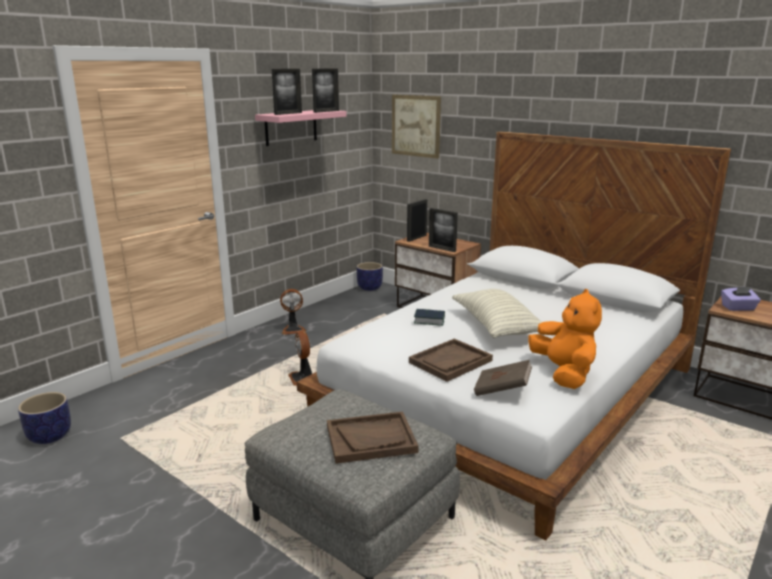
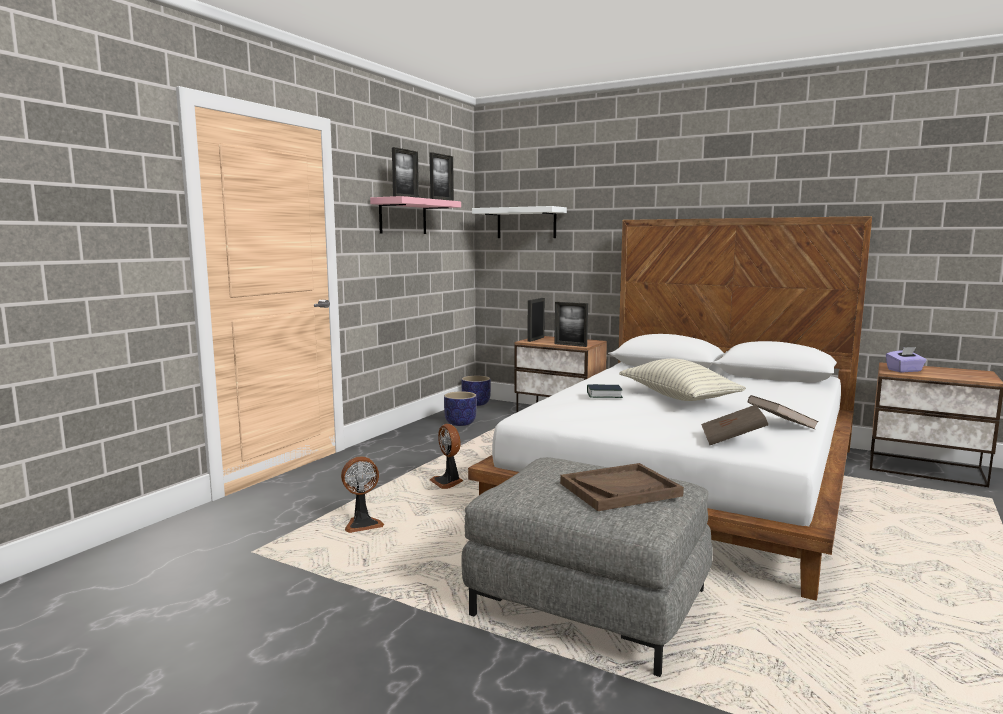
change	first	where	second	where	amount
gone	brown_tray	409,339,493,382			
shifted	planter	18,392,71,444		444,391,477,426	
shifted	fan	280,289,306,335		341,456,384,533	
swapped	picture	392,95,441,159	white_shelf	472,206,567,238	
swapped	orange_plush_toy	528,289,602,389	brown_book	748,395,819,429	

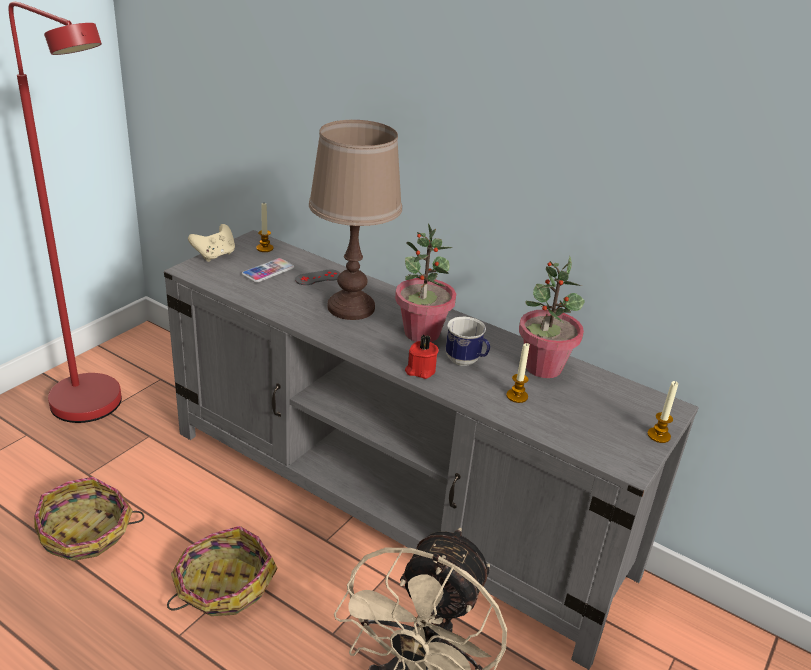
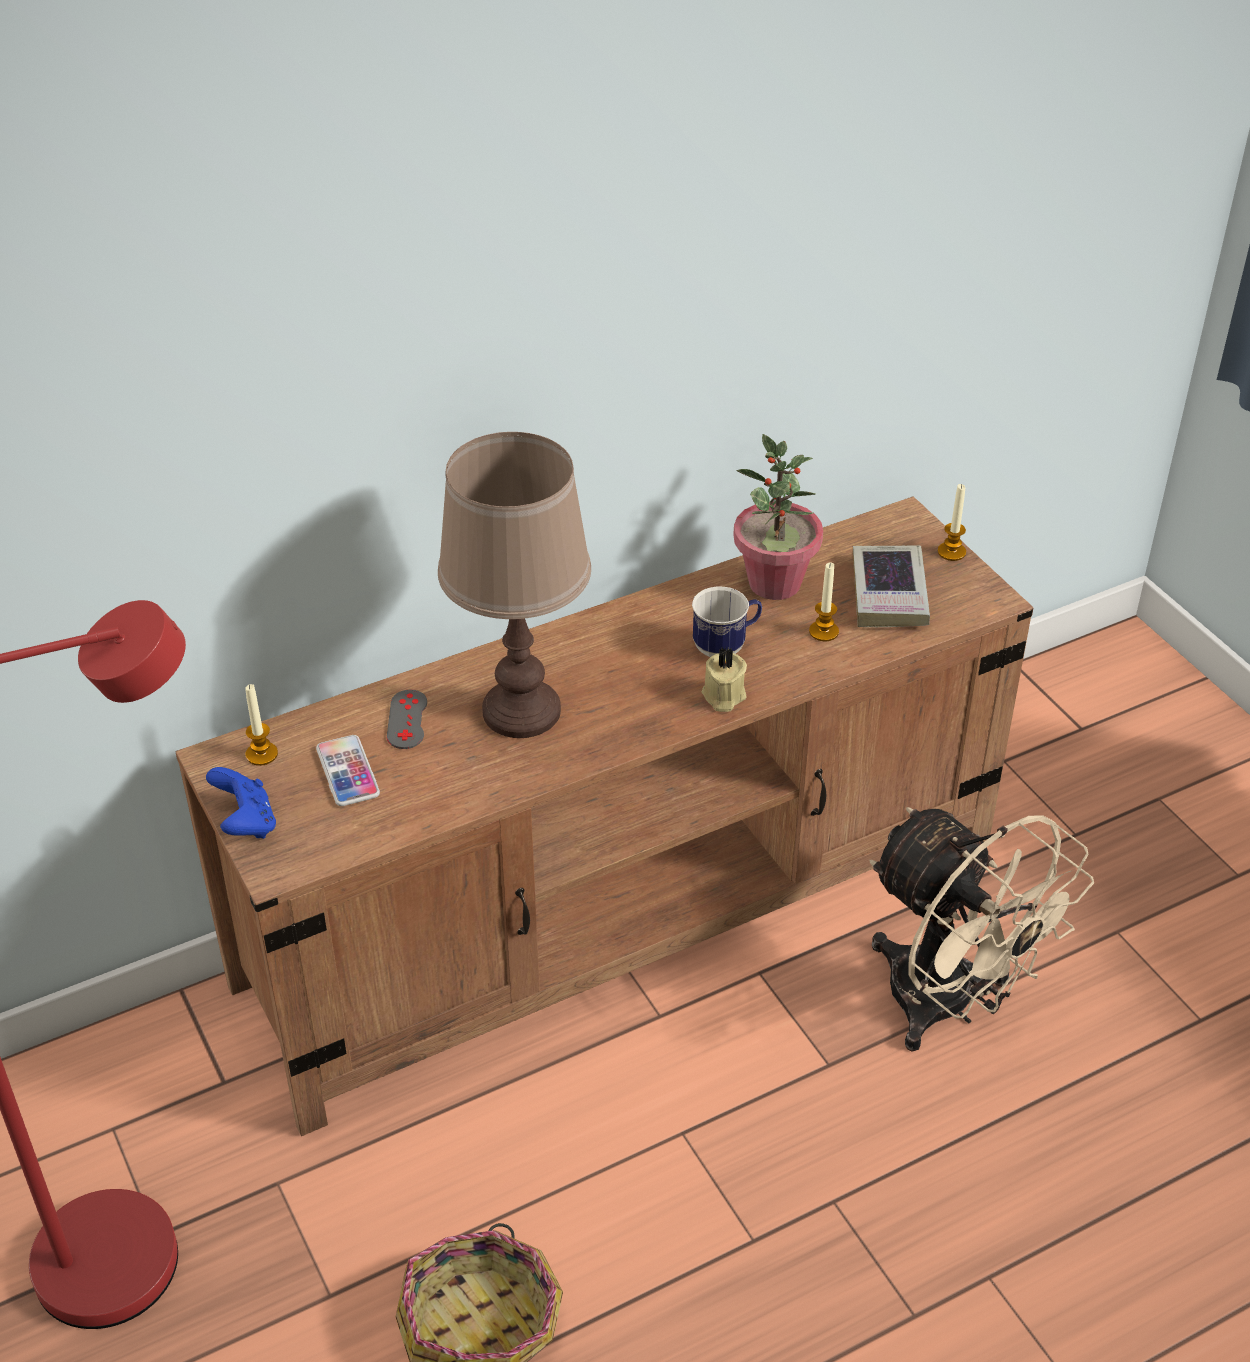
change	first	where	second	where	amount
gone	basket	167,526,278,616			
gone	potted_plant	395,223,456,342			
new			book	853,545,930,627	
repainted	grey_tv_stand	164,230,698,670	brown_tv_stand	176,496,1033,1136	
repainted	beige_game_controller	188,224,235,262	blue_game_controller	206,767,276,839	
repainted	red_candle	405,335,439,379	beige_candle	702,647,747,712	

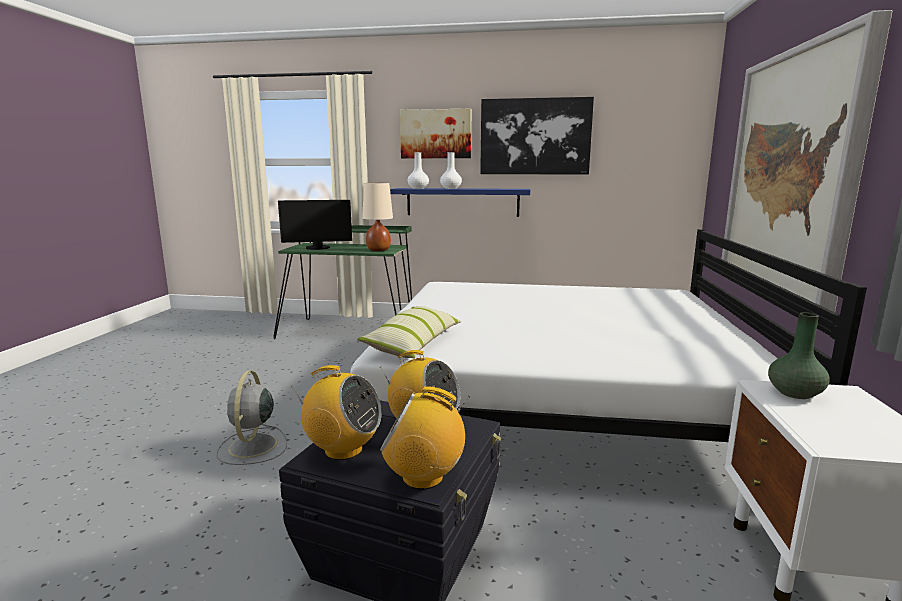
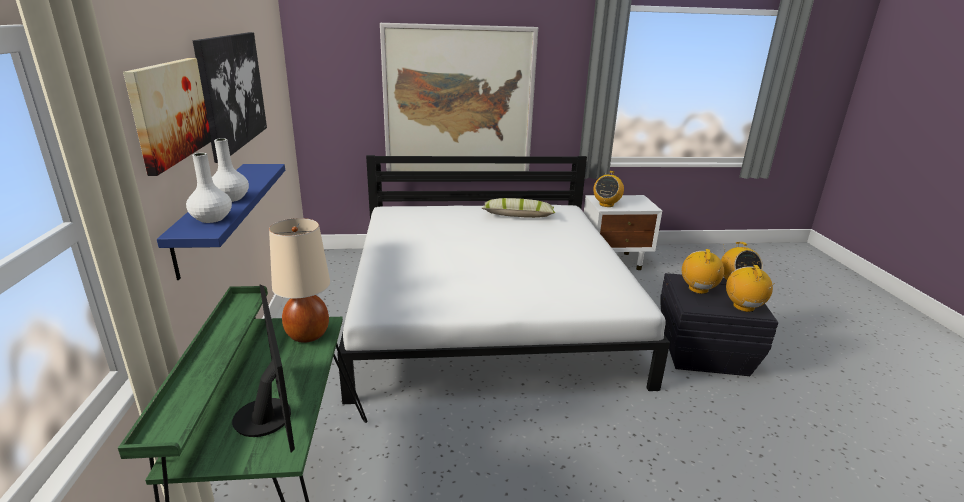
change	first	where	second	where	amount
gone	grey_fan	216,371,287,465			
shifted	pillow	357,306,461,358		482,198,555,218	
swapped	green_vase	768,312,830,399	radio	593,171,624,207	

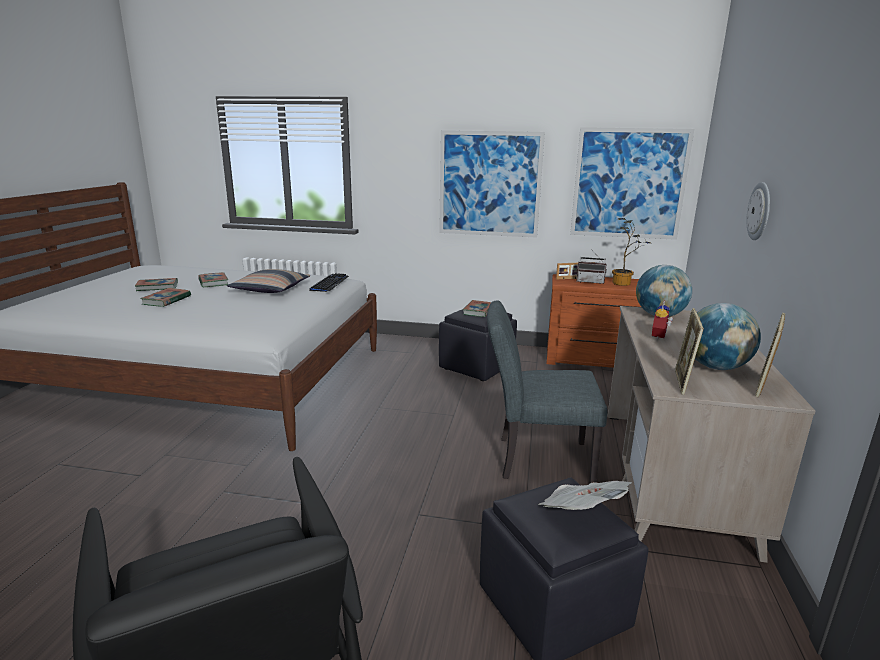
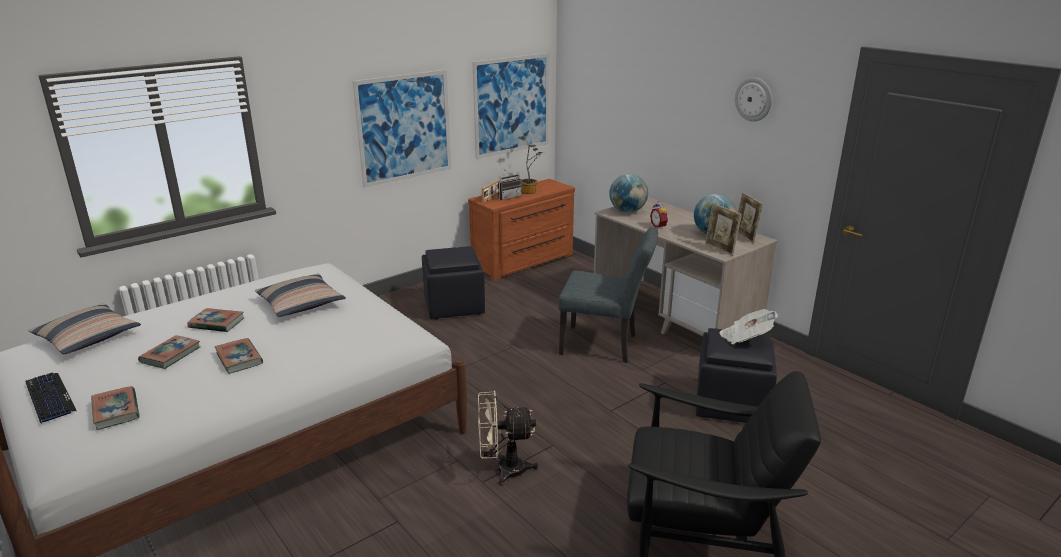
change	first	where	second	where	amount
new			pillow	28,303,141,354	
new			beige_fan	478,390,538,486	
shifted	keyboard	309,273,349,292		25,372,77,424	
shifted	book	463,300,491,317		91,386,139,430	
shifted	wall_clock	747,182,770,240		735,77,772,122	
rotated	grey_chair	487,300,608,483		558,227,658,363	120 degrees counterclockwise

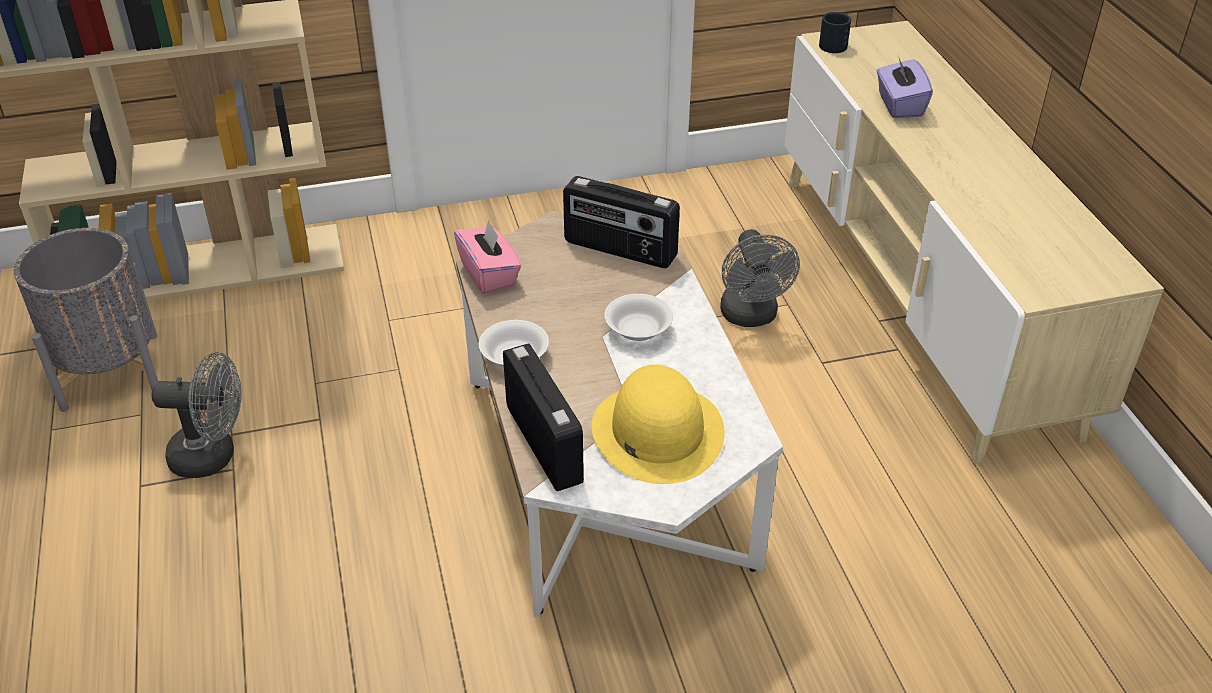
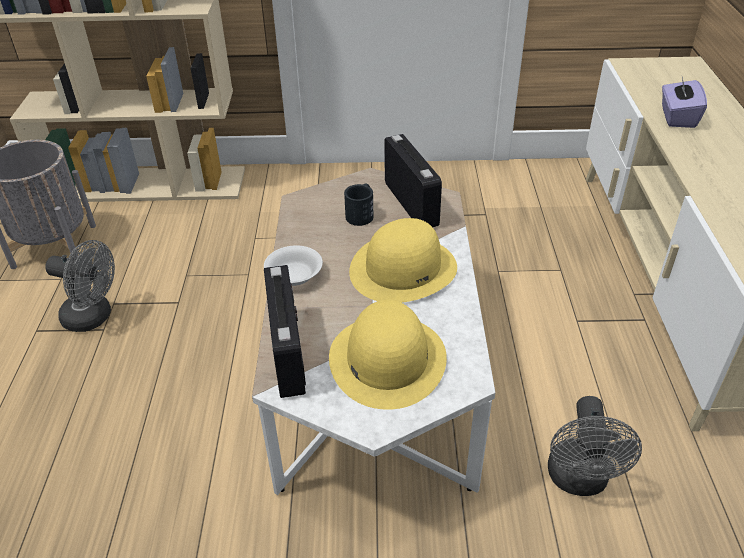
change	first	where	second	where	amount
gone	pink_tissue_box	454,220,521,294			
shifted	grey_fan	720,229,800,327		548,396,642,496	
shifted	black_mug	819,12,851,53		344,184,374,226	
swapped	white_bowl	604,294,673,341	yellow_hat	349,218,457,303	
rotated	radio	563,176,680,268		384,134,442,227	150 degrees counterclockwise

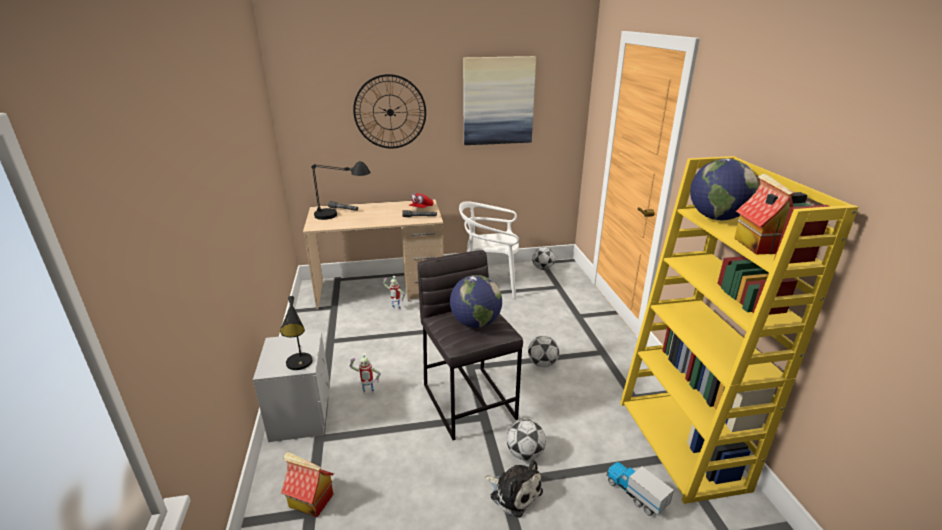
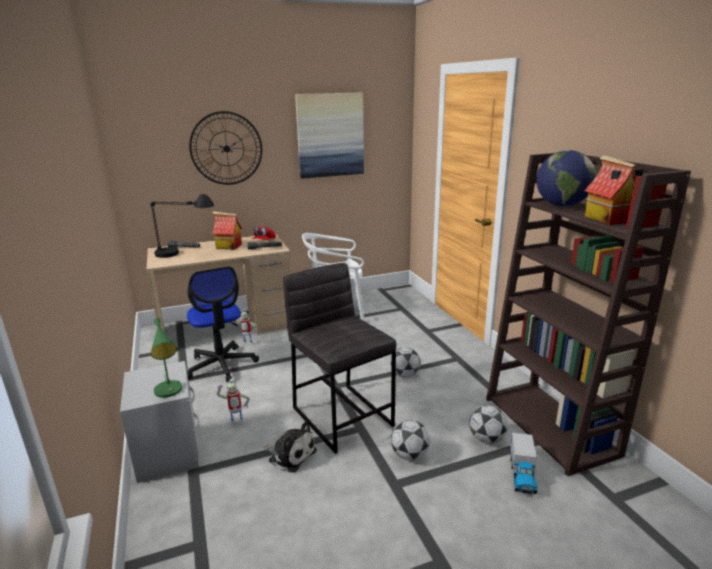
change	first	where	second	where	amount
gone	globe	450,275,502,328			
new			office_chair	187,266,259,382	
shifted	toy_house	281,452,334,517		212,211,242,249	
shifted	plush_toy	485,460,543,518		264,422,317,473	
shifted	football	532,247,555,270		469,405,508,444	
repainted	black_table_lamp	280,296,313,370	green_table_lamp	151,318,182,398	
repainted	yellow_bookcase	620,156,859,504	brown_bookcase	486,153,691,476	
rotated	toy_truck	607,462,674,516		510,433,538,494	120 degrees counterclockwise

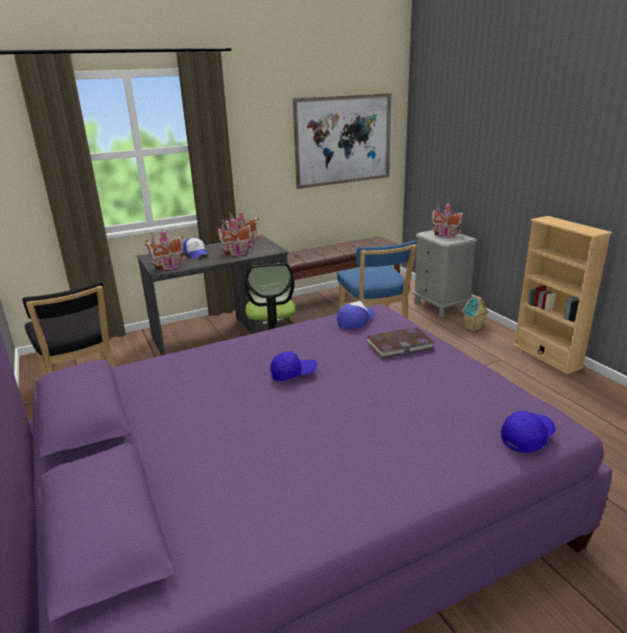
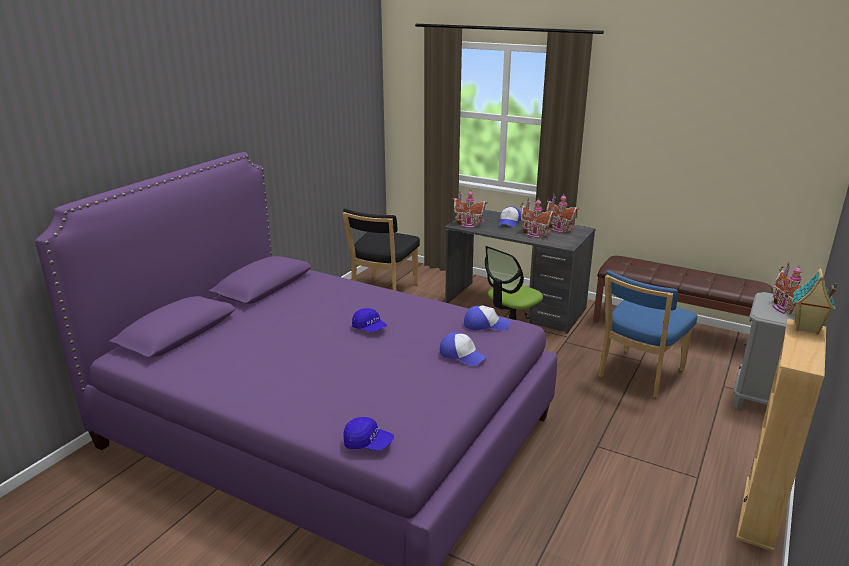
change	first	where	second	where	amount
gone	picture	293,93,391,189			
shifted	toy_house	462,294,489,332		793,268,838,335	
swapped	book	367,328,435,358	cap	440,332,487,366	

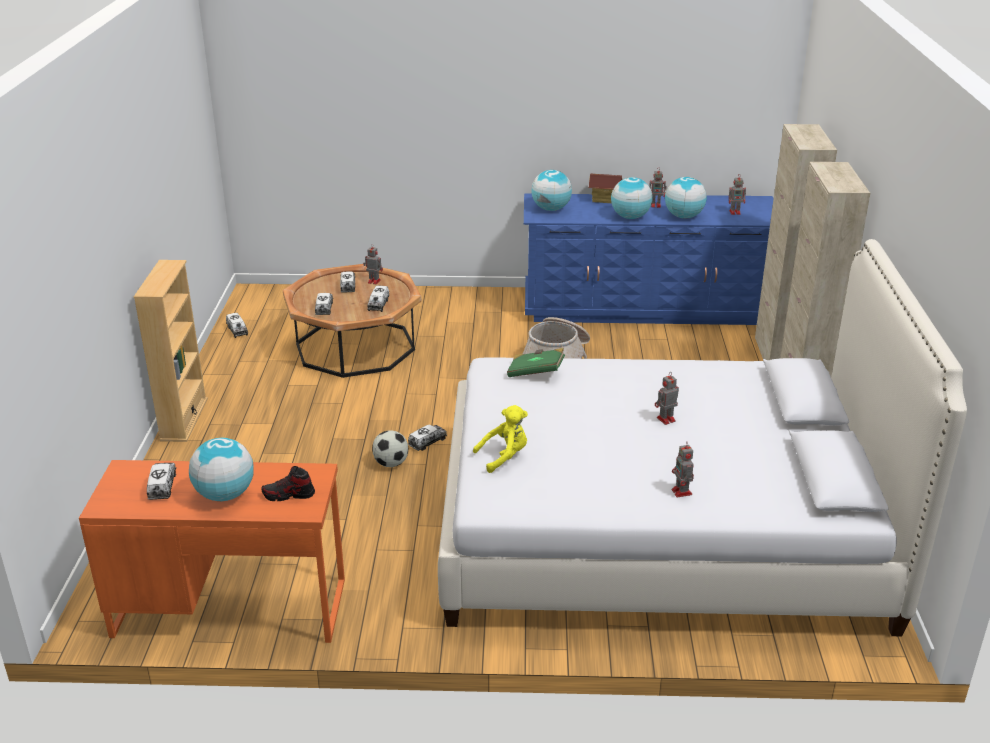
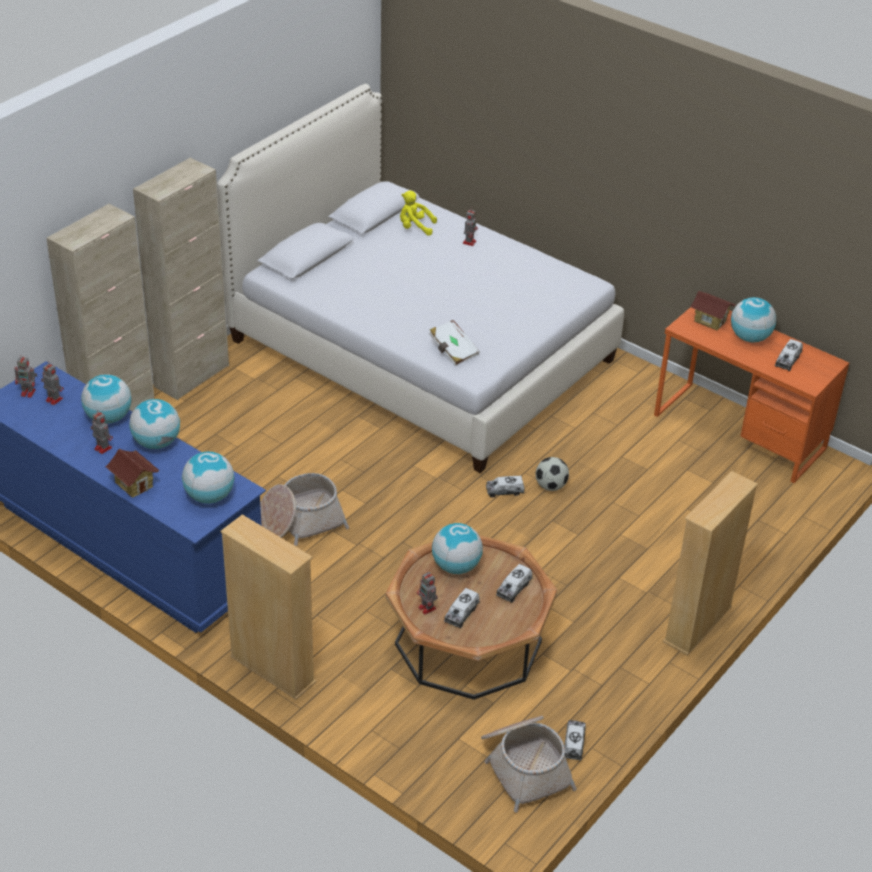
change	first	where	second	where	amount
new			beige_bookcase	220,514,316,700	
new			basket	481,716,577,812	
shifted	yellow_plush_toy	473,405,528,473		400,191,437,236	
shifted	toy_robot	655,373,679,425		14,357,37,398	
swapped	shoe	261,466,315,501	toy_house	690,291,736,331	
swapped	toy_truck	367,286,390,312	globe	432,523,483,574	
repainted	green_book	507,348,565,377	white_book	429,320,480,366	

